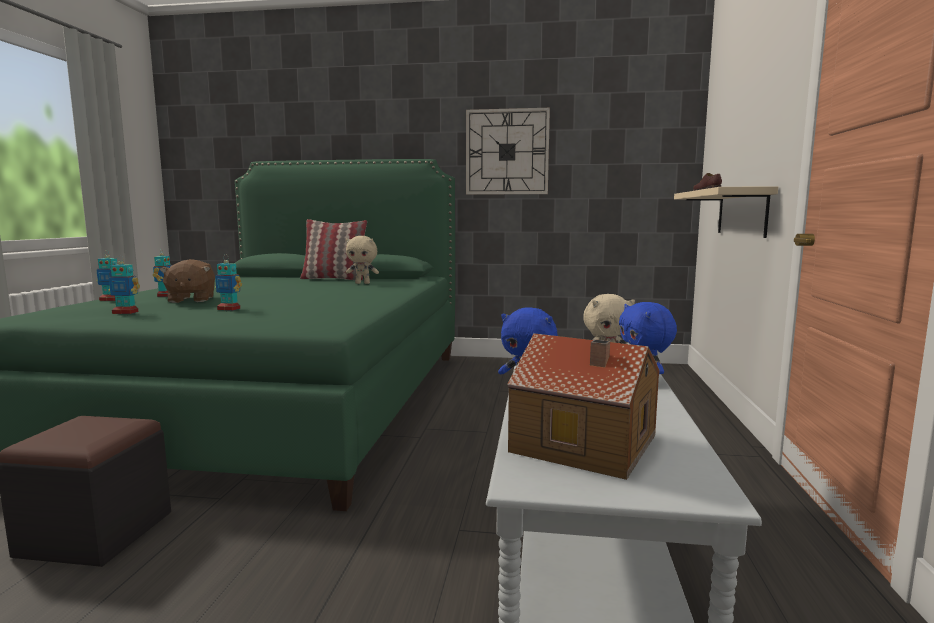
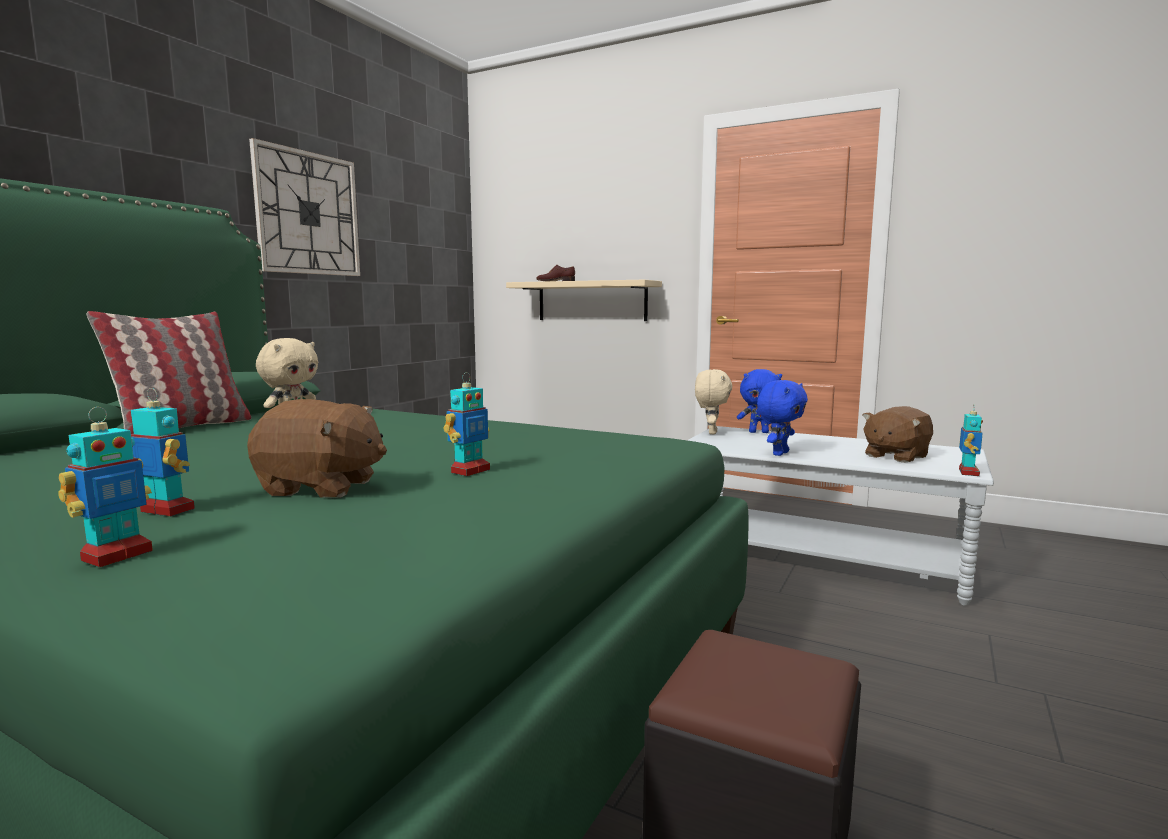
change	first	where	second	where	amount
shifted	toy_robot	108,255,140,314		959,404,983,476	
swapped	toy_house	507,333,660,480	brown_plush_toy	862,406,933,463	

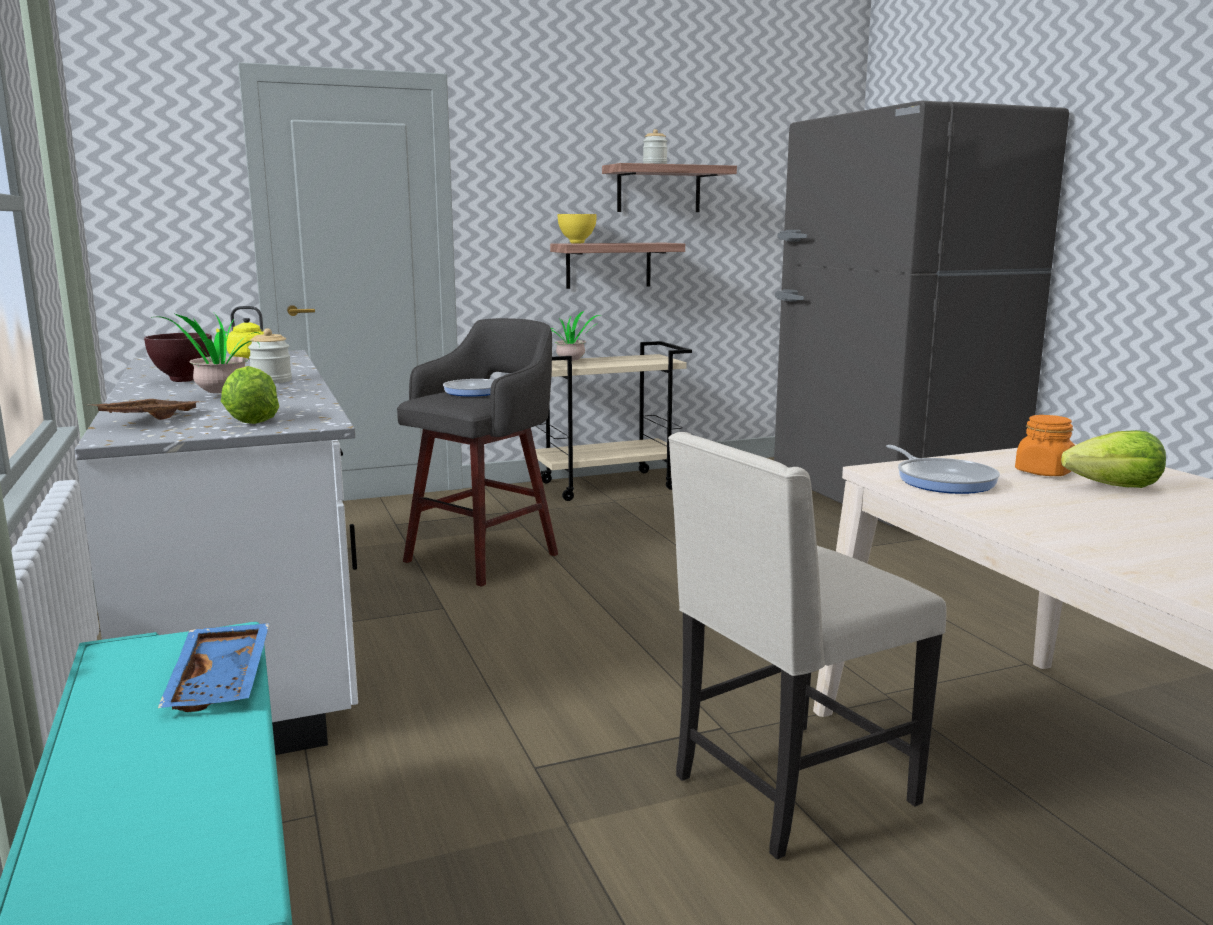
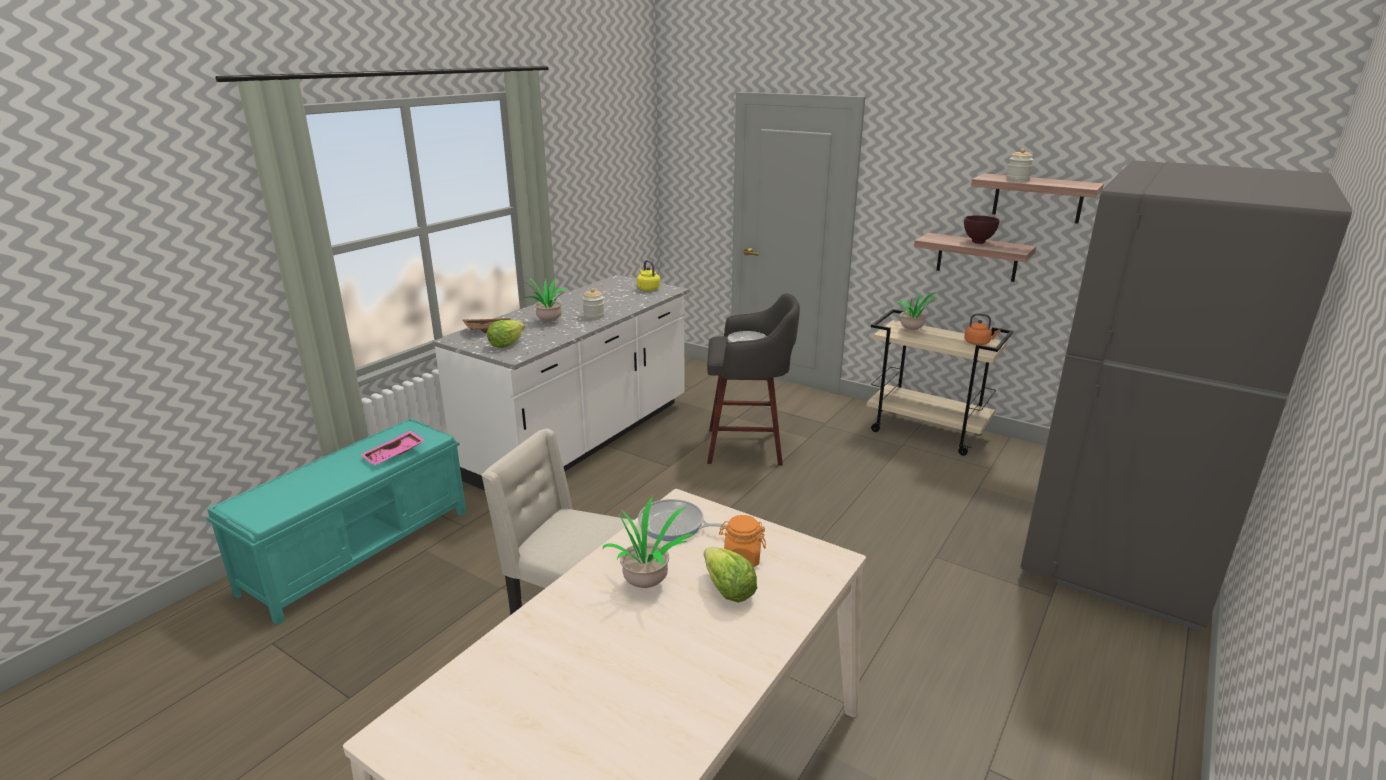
change	first	where	second	where	amount
gone	yellow_bowl	558,214,597,243			
new			potted_plant	603,496,696,588	
new			orange_kettle	964,313,1001,345	
shifted	brown_bowl	144,333,212,382		964,215,1000,244	
repainted	blue_tray	158,623,269,712	pink_tray	361,430,425,465	
rotated	frying_pan	886,445,1000,494		638,499,727,541	75 degrees clockwise

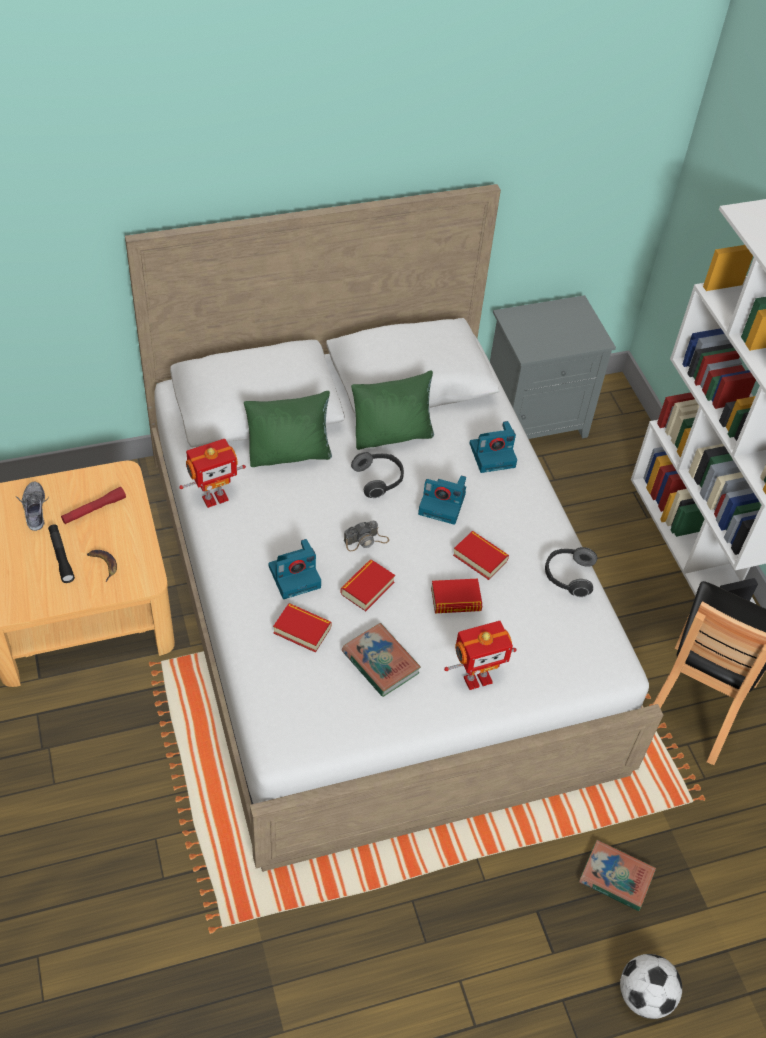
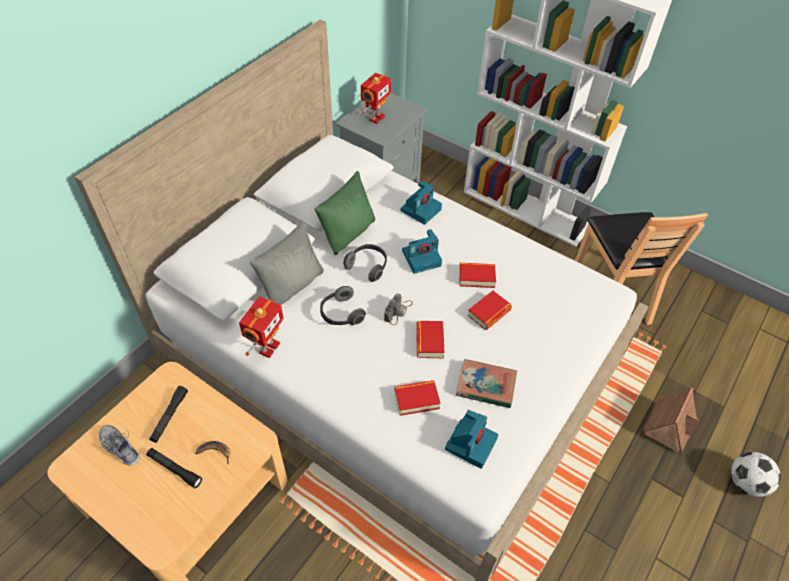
change	first	where	second	where	amount
shifted	photo_camera	268,539,321,599		445,410,498,469	
shifted	toy_robot	444,621,517,690		361,73,391,124	
shifted	headphones	545,547,597,597		320,286,366,325	
swapped	book	579,840,656,911	toy_house	643,388,699,453	
repainted	red_flashlight	61,487,126,524	black_flashlight	149,386,188,443	
repainted	green_pillow	244,391,332,467	grey_pillow	250,221,324,305	

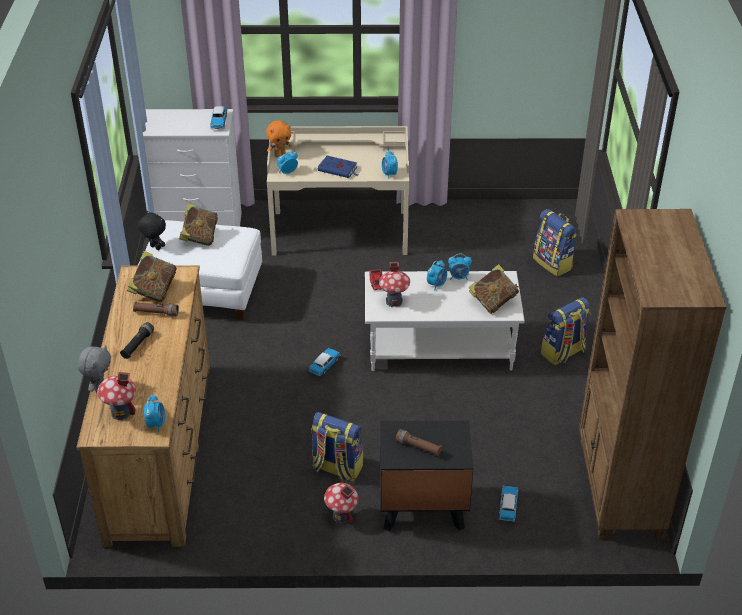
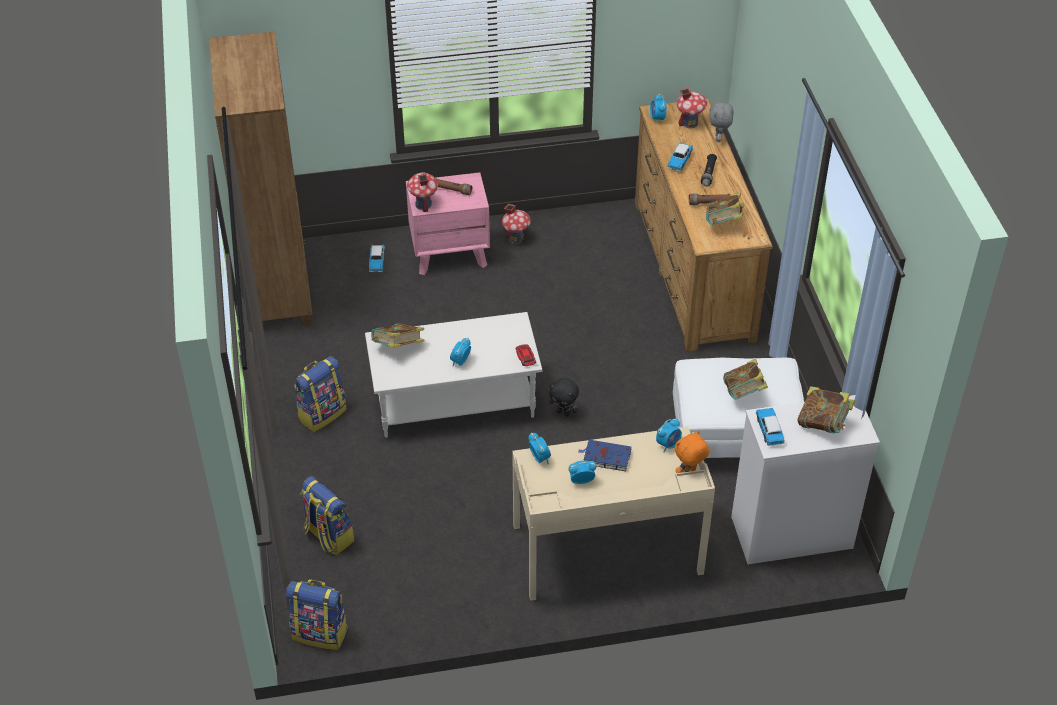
change	first	where	second	where	amount
new			book	797,386,855,433	
shifted	black_plush_toy	138,211,166,250		549,378,579,417	
shifted	toy_car	309,348,341,376		667,142,693,171	
shifted	backpack	312,412,363,482		286,579,348,650	
shifted	toy_house	379,262,410,307		407,173,438,212	
shifted	alarm_clock	448,254,472,280		568,460,596,484	
repainted	black_nightstand	380,421,473,531	pink_nightstand	406,172,490,275	

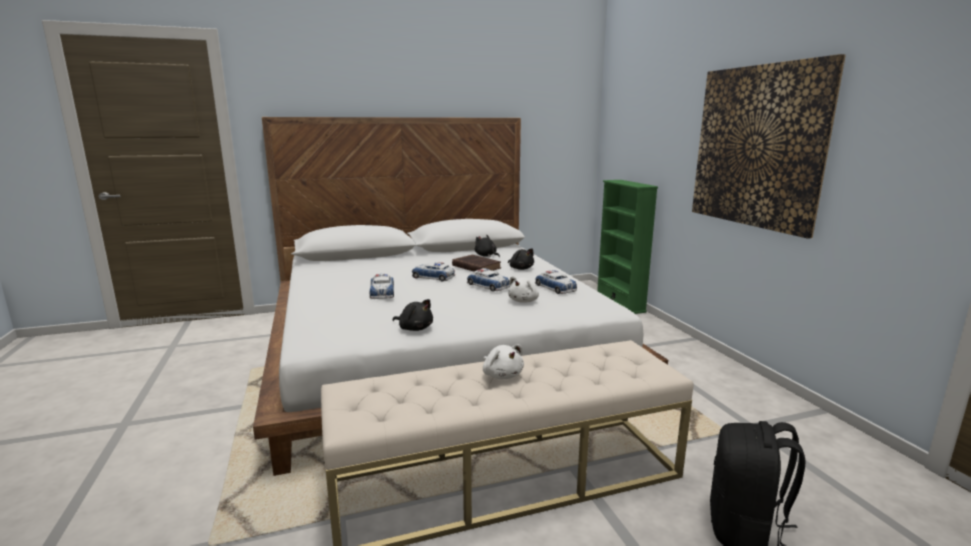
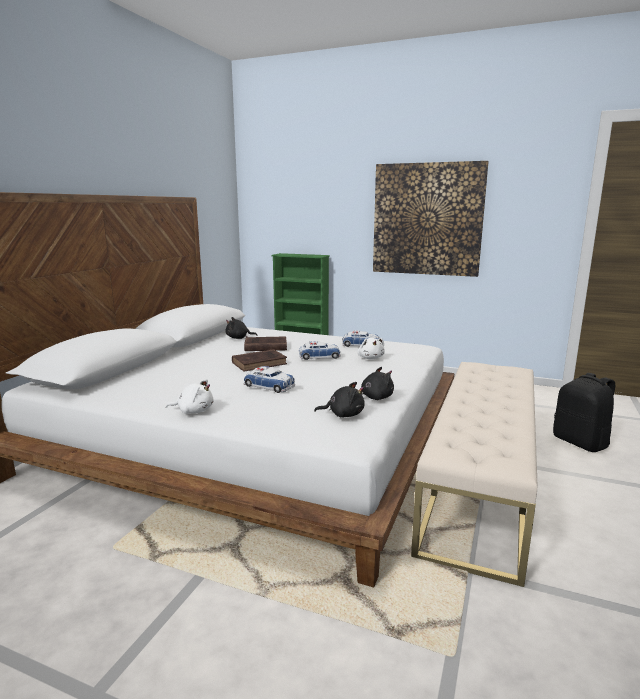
change	first	where	second	where	amount
shifted	white_plush_toy	483,345,524,379		166,379,214,414	
shifted	black_plush_toy	508,249,534,270		314,382,365,417	
swapped	toy_car	412,262,455,281	brown_book	232,349,287,372	

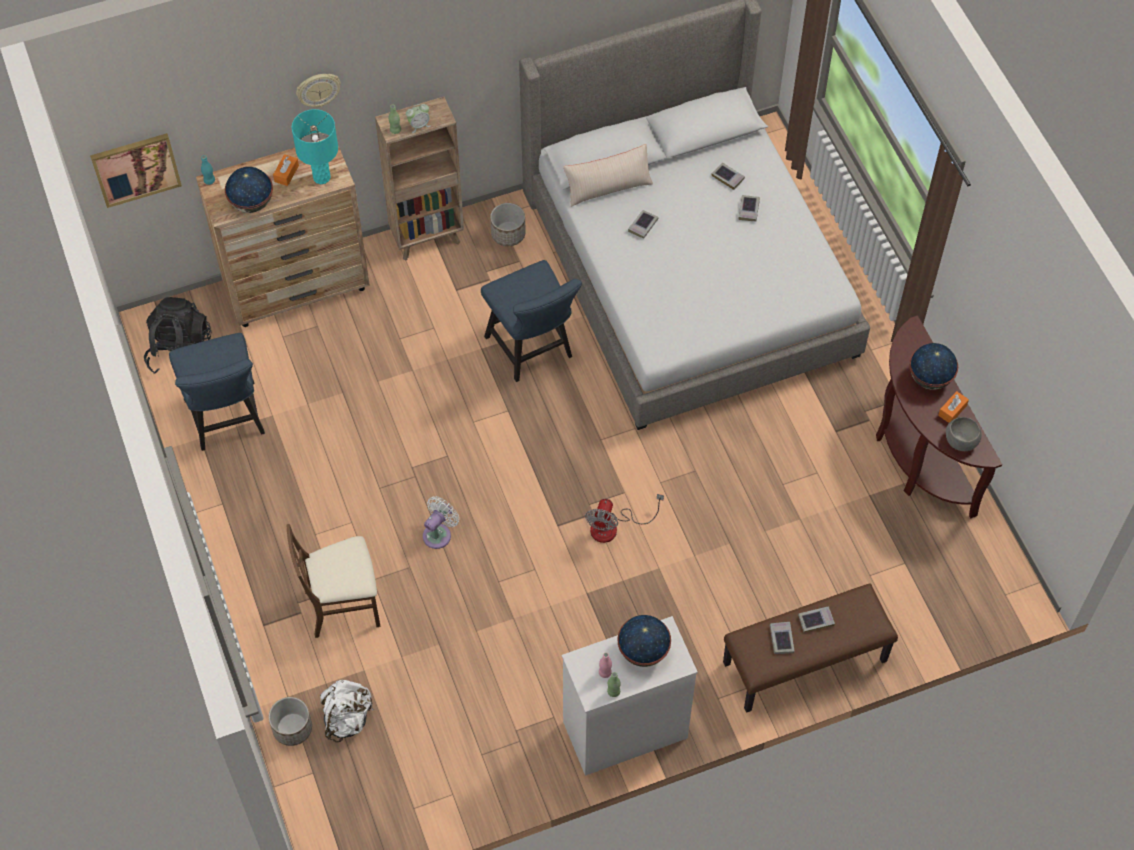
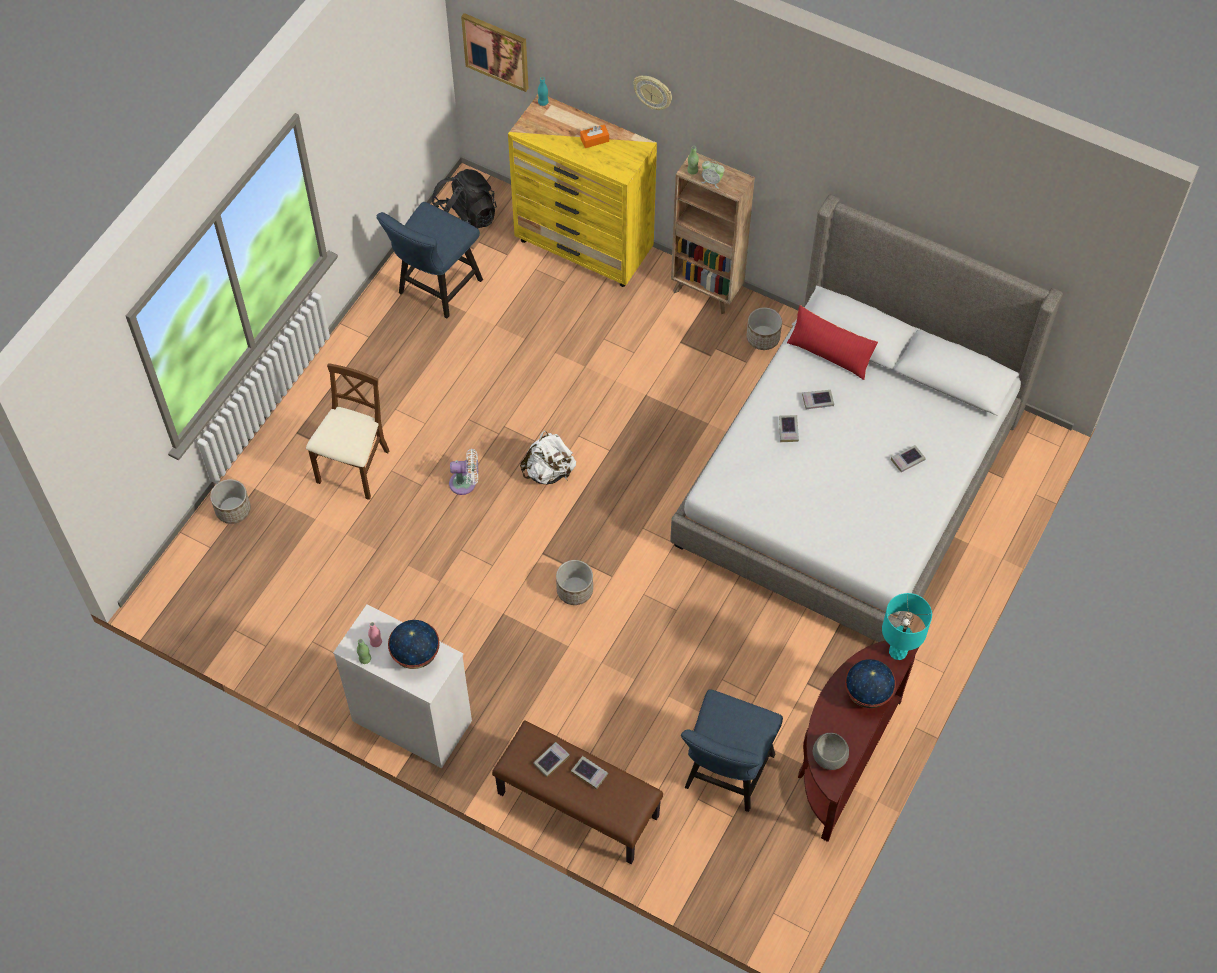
change	first	where	second	where	amount
gone	globe	225,167,273,213			
gone	orange_tissue_box	938,391,969,423			
shifted	turquoise_table_lamp	292,109,338,184		882,593,932,660	
shifted	white_backpack	320,680,374,742		520,430,576,484	
shifted	blue_chair	481,260,582,382		681,689,783,812	
shifted	book	711,162,745,190		779,415,799,442	
swapped	fan	585,494,664,543	planter	556,560,593,605	
repainted	brown_dresser	196,139,370,327	yellow_dresser	508,95,657,287	
repainted	beige_pillow	564,144,653,207	red_pillow	787,305,878,380	
rotated	brown_chair	286,524,381,638		306,363,389,500	75 degrees clockwise

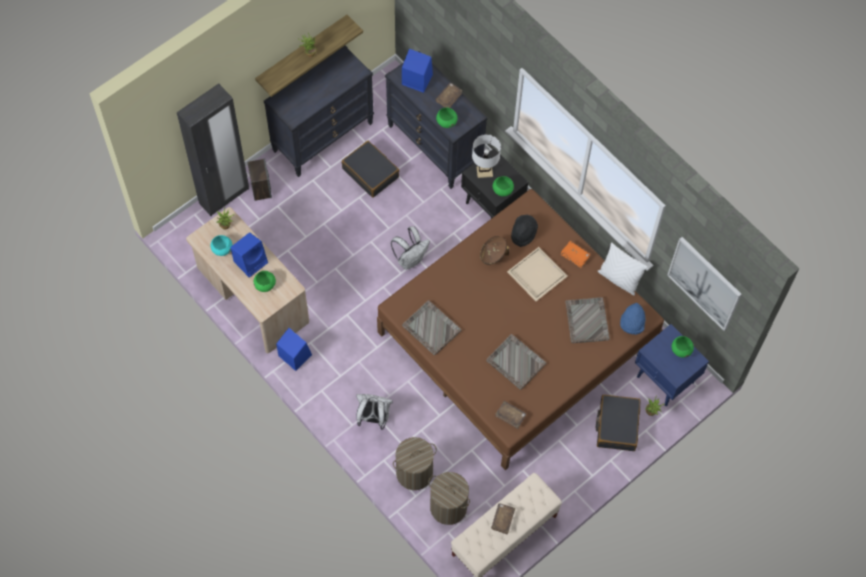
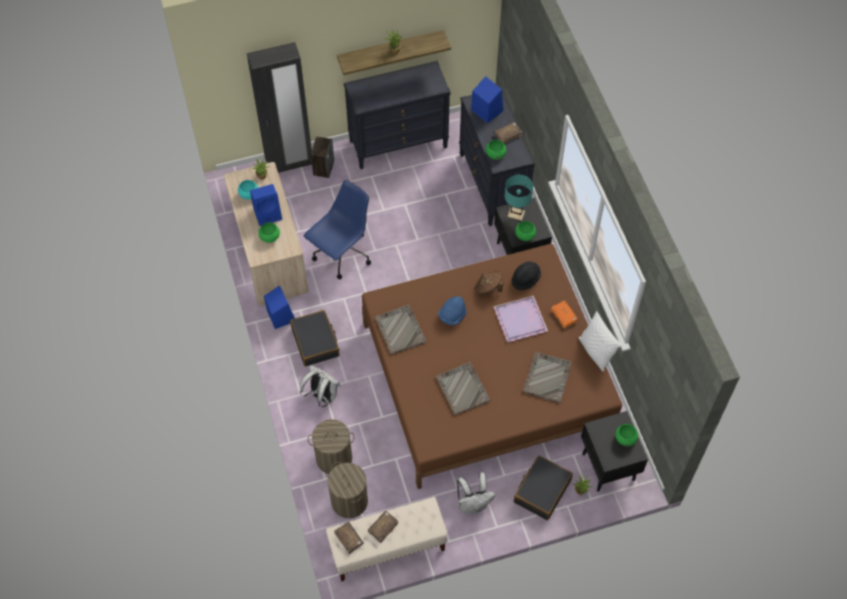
change	first	where	second	where	amount
gone	picture	667,237,742,331			
new			blue_office_chair	304,180,371,279	
shifted	black_suitcase	342,141,399,198		290,310,339,367	
shifted	white_backpack	391,226,430,270		457,472,495,514	
shifted	brown_book	495,401,526,429		334,522,364,554	
shifted	blue_hat	620,303,645,335		438,296,466,325	
repainted	white_table_lamp	472,134,501,178	turquoise_table_lamp	504,174,533,221	
repainted	beige_tray	507,247,567,301	purple_tray	493,296,548,343	
repainted	blue_nightstand	635,324,709,406	black_nightstand	581,411,648,492	

